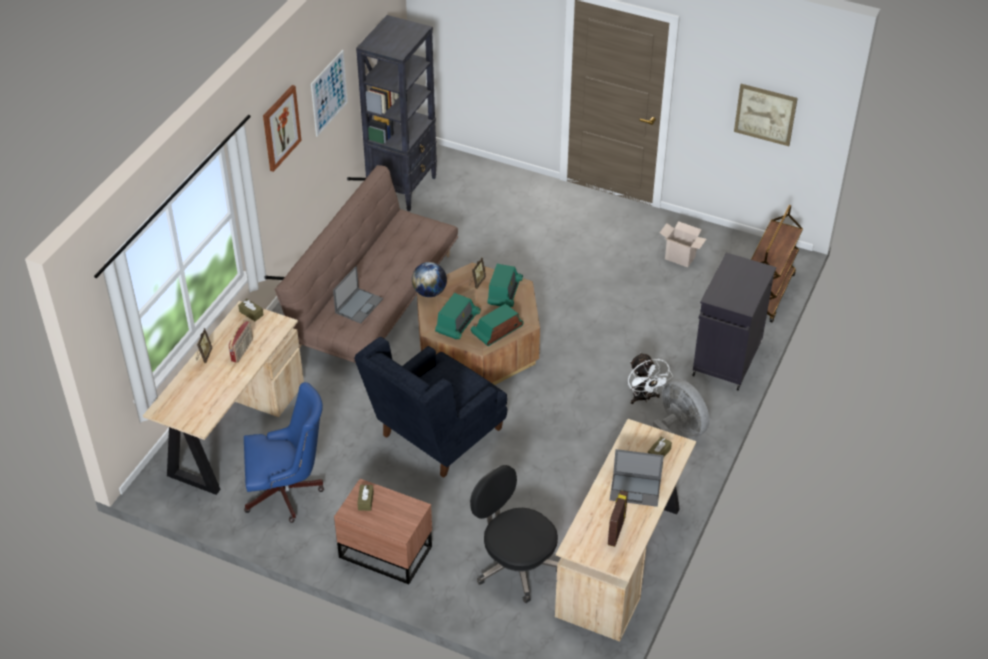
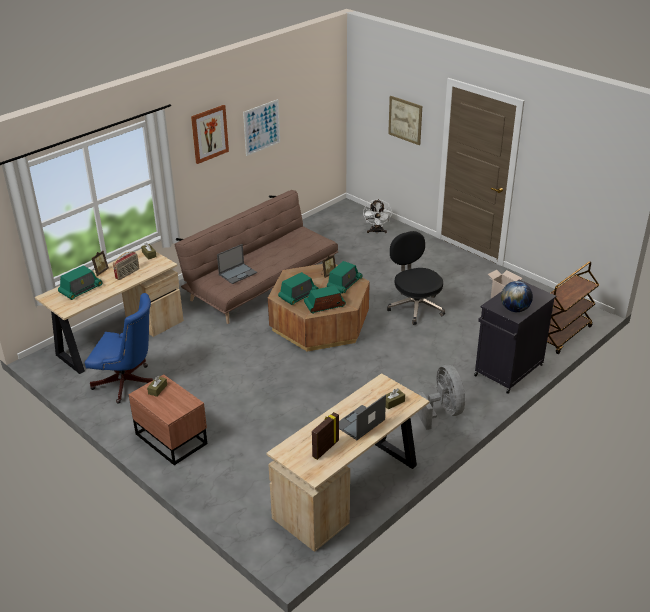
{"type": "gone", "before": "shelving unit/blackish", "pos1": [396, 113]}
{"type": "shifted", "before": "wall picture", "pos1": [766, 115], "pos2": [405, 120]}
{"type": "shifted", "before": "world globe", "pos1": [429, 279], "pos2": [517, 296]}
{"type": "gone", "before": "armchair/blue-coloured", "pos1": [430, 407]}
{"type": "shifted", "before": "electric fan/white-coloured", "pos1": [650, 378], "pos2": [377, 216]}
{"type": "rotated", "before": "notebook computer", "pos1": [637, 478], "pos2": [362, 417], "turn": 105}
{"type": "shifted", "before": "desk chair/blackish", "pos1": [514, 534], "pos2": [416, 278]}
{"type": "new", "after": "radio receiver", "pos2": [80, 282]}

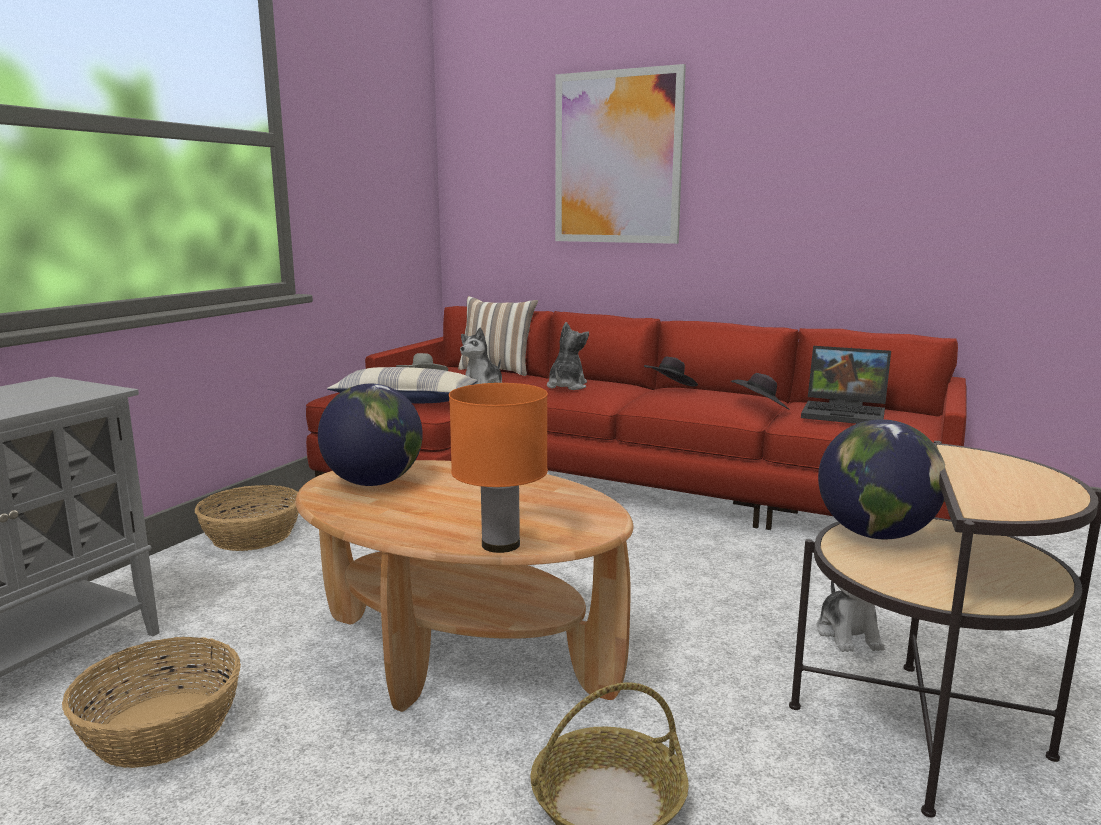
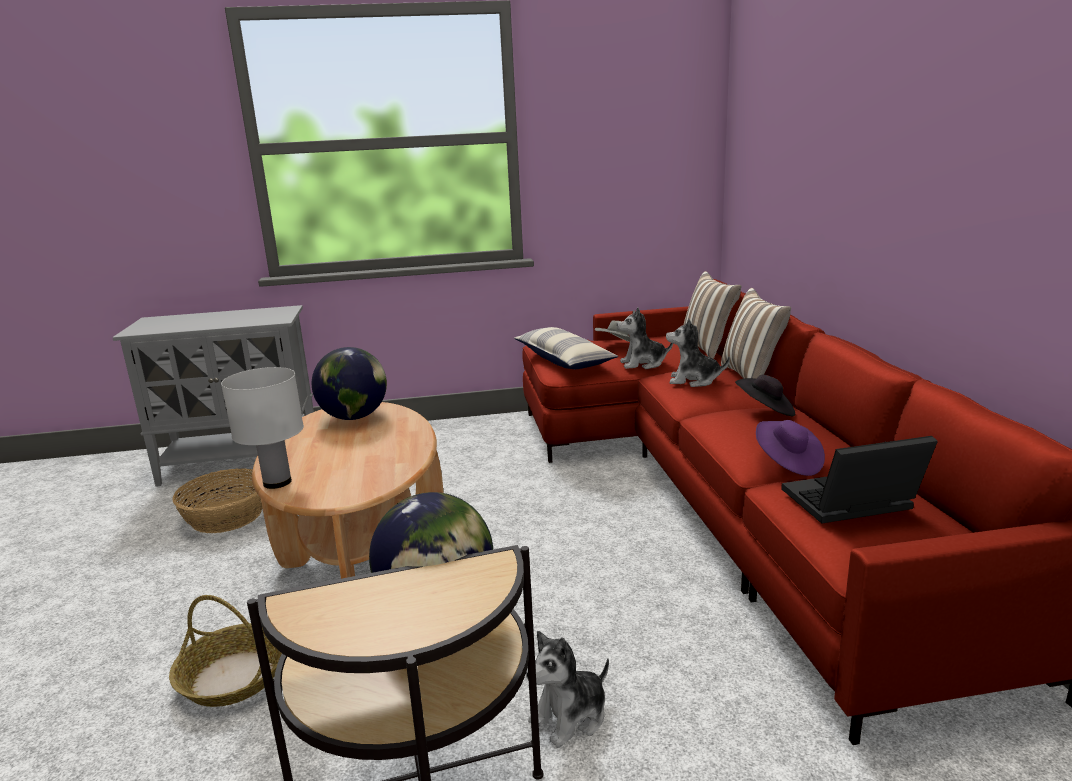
{"type": "gone", "before": "wall picture", "pos1": [620, 154]}
{"type": "rotated", "before": "soft toy", "pos1": [568, 356], "pos2": [698, 352], "turn": -150}
{"type": "rotated", "before": "notebook computer", "pos1": [846, 385], "pos2": [859, 480], "turn": 90}
{"type": "repainted", "before": "clothing hat/blackish", "after": "clothing hat/purple-coloured", "pos1": [760, 391], "pos2": [790, 448]}
{"type": "repainted", "before": "table lamp/orange-coloured", "after": "table lamp/white-coloured", "pos1": [498, 468], "pos2": [262, 428]}
{"type": "gone", "before": "storage basket", "pos1": [246, 518]}
{"type": "new", "after": "pillow", "pos2": [756, 333]}

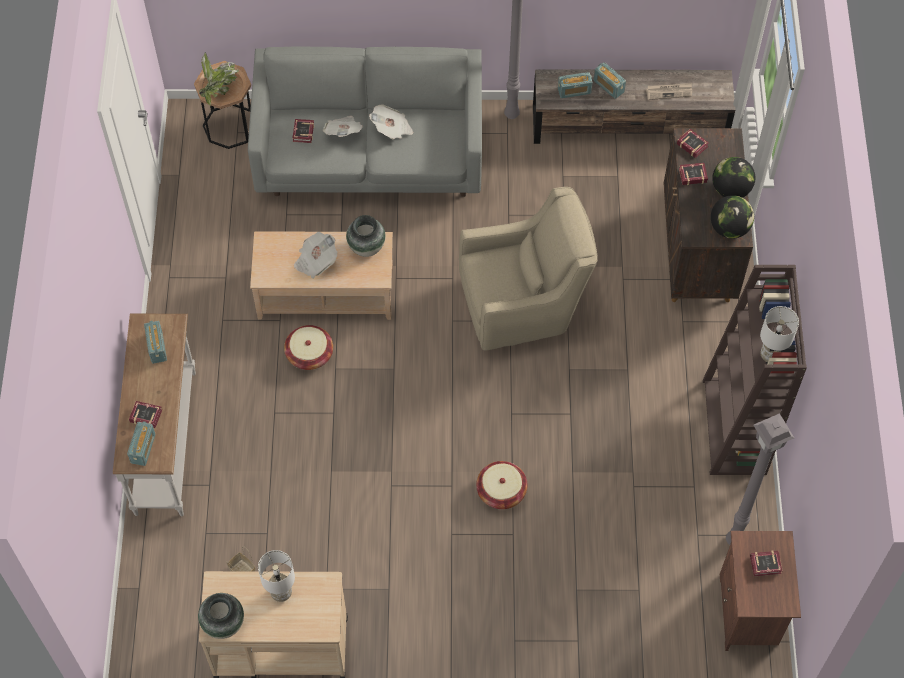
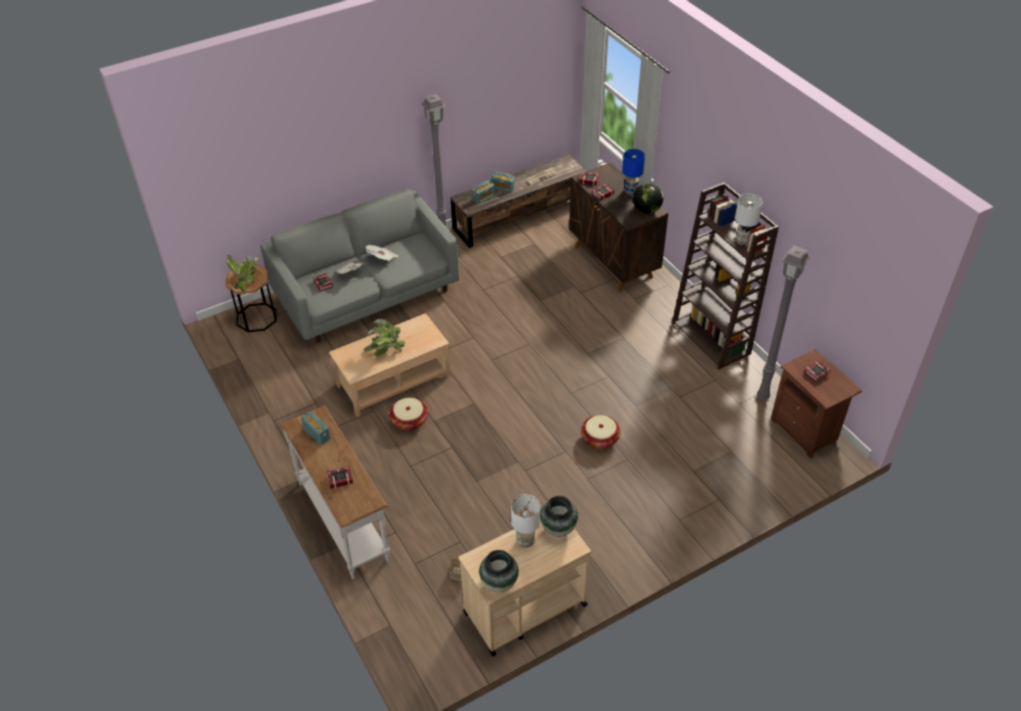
{"type": "swapped", "before": "world globe", "after": "table lamp/blue-coloured", "pos1": [733, 177], "pos2": [633, 172]}
{"type": "gone", "before": "armchair/beige", "pos1": [528, 269]}
{"type": "shifted", "before": "decorative vase", "pos1": [366, 236], "pos2": [559, 516]}
{"type": "swapped", "before": "newspaper", "after": "plant in a pot", "pos1": [315, 255], "pos2": [384, 337]}
{"type": "gone", "before": "radio receiver", "pos1": [141, 444]}

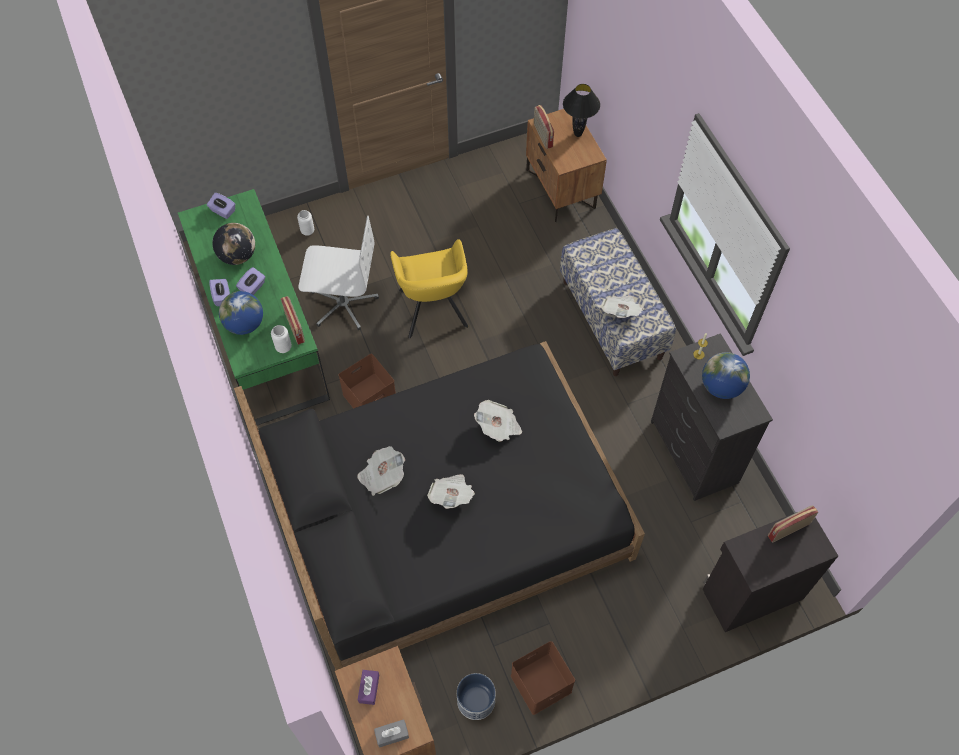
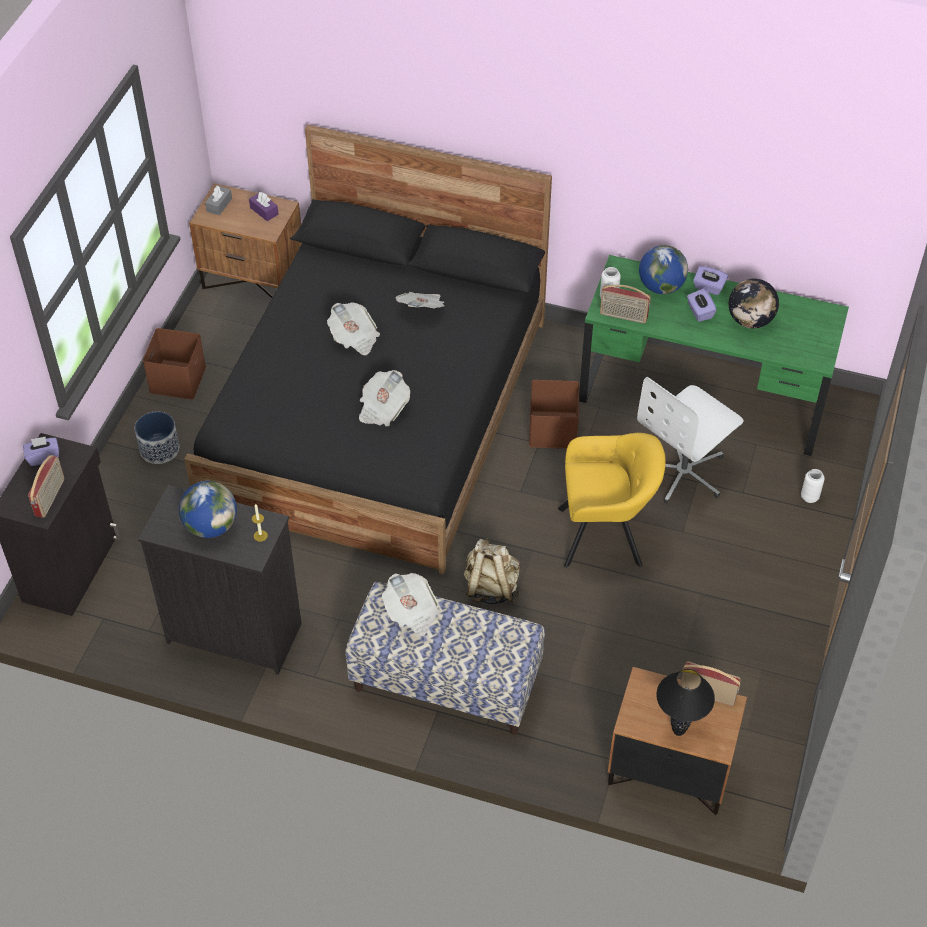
{"type": "shifted", "before": "tissue box/purple-coloured", "pos1": [221, 206], "pos2": [41, 451]}
{"type": "rotated", "before": "armchair/yellow-coloured", "pos1": [429, 288], "pos2": [612, 500], "turn": 150}
{"type": "shifted", "before": "plant pot", "pos1": [476, 696], "pos2": [157, 437]}
{"type": "new", "after": "backpack/beige", "pos2": [492, 571]}

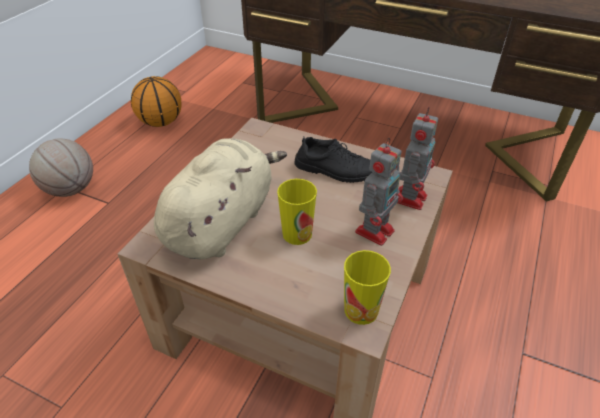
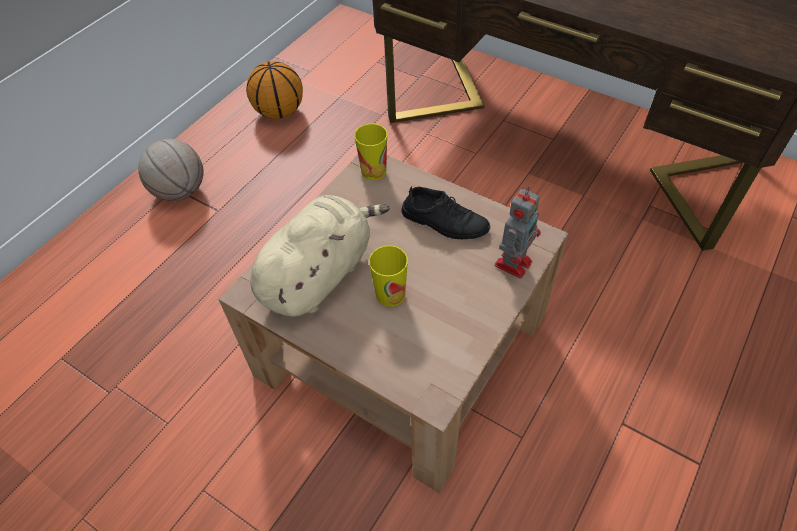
{"type": "gone", "before": "robot figure", "pos1": [379, 192]}
{"type": "shifted", "before": "cup", "pos1": [367, 287], "pos2": [370, 152]}

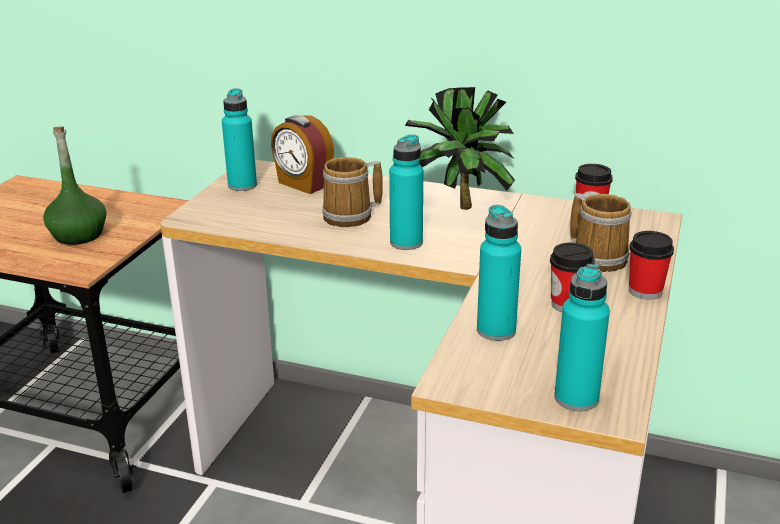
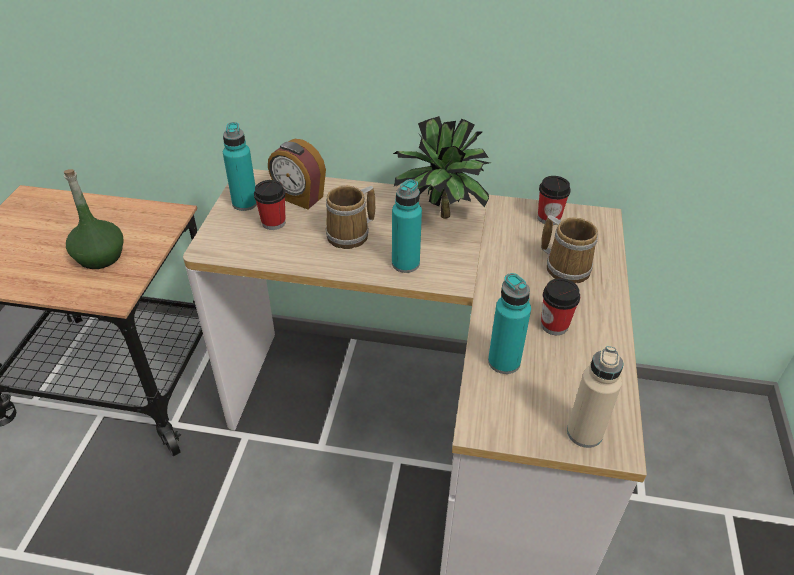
{"type": "shifted", "before": "cup", "pos1": [651, 265], "pos2": [270, 205]}
{"type": "repainted", "before": "beverage bottle/turquoise", "after": "beverage bottle/beige", "pos1": [582, 338], "pos2": [595, 397]}

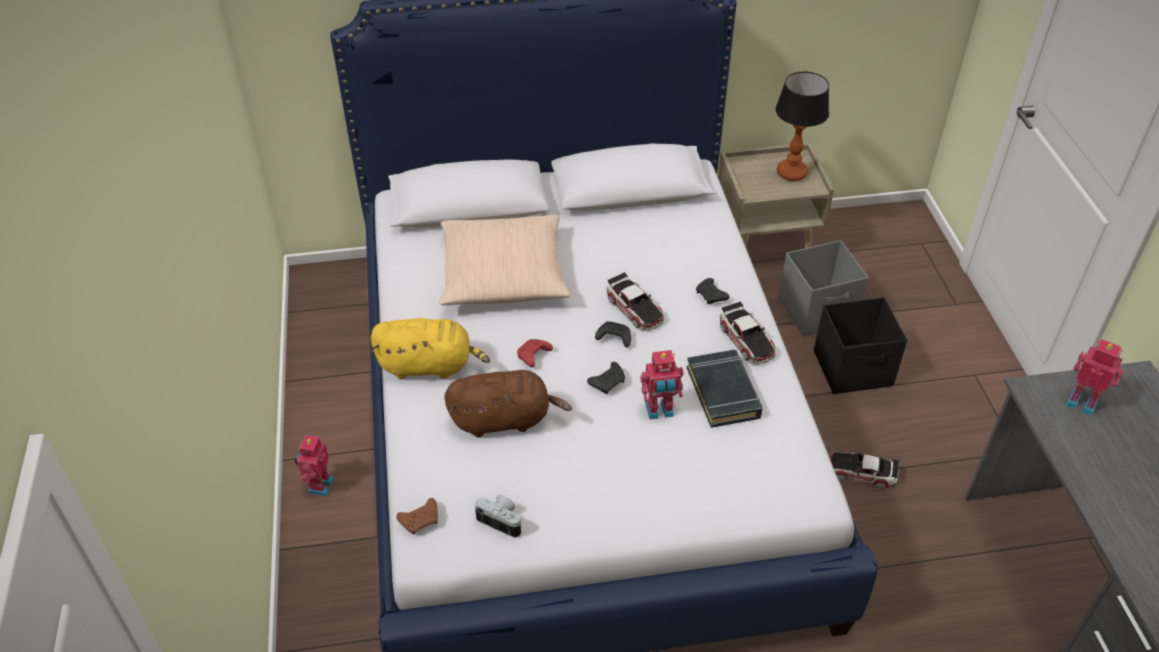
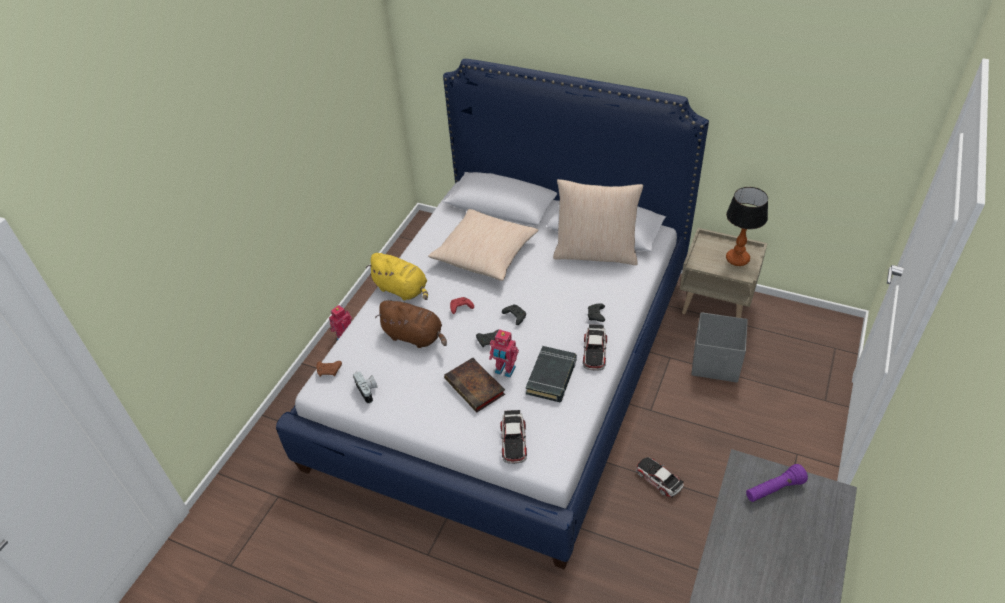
{"type": "shifted", "before": "miniature car", "pos1": [635, 301], "pos2": [513, 437]}
{"type": "gone", "before": "storage container/blackish", "pos1": [860, 345]}
{"type": "swapped", "before": "robot figure", "after": "hand torch/purple-coloured", "pos1": [1095, 377], "pos2": [777, 483]}
{"type": "new", "after": "pillow/beige", "pos2": [598, 222]}
{"type": "new", "after": "bound book", "pos2": [474, 385]}

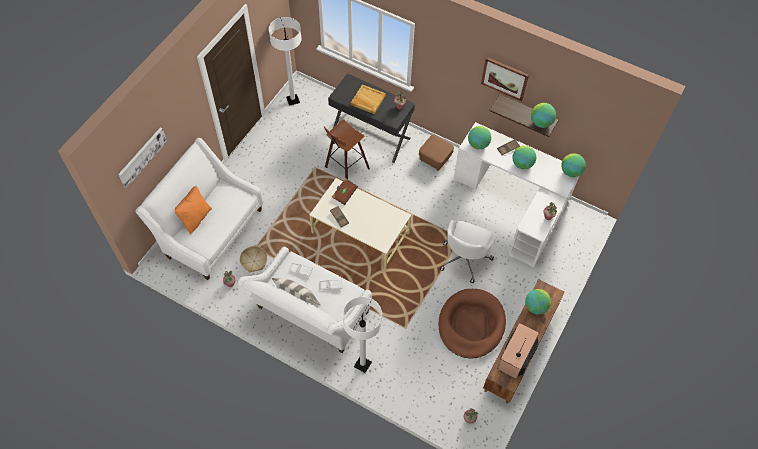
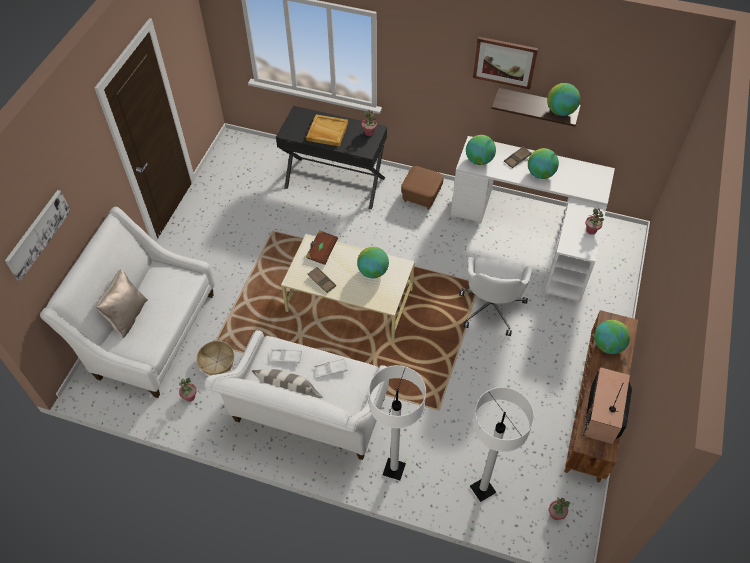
{"type": "shifted", "before": "standing lamp/white-coloured", "pos1": [285, 61], "pos2": [502, 444]}
{"type": "gone", "before": "sitting stool", "pos1": [347, 149]}
{"type": "shifted", "before": "world globe", "pos1": [573, 165], "pos2": [373, 262]}
{"type": "repainted", "before": "pillow/orange-coloured", "after": "pillow/beige", "pos1": [193, 210], "pos2": [122, 303]}
{"type": "gone", "before": "dog cushion/brownish", "pos1": [472, 324]}

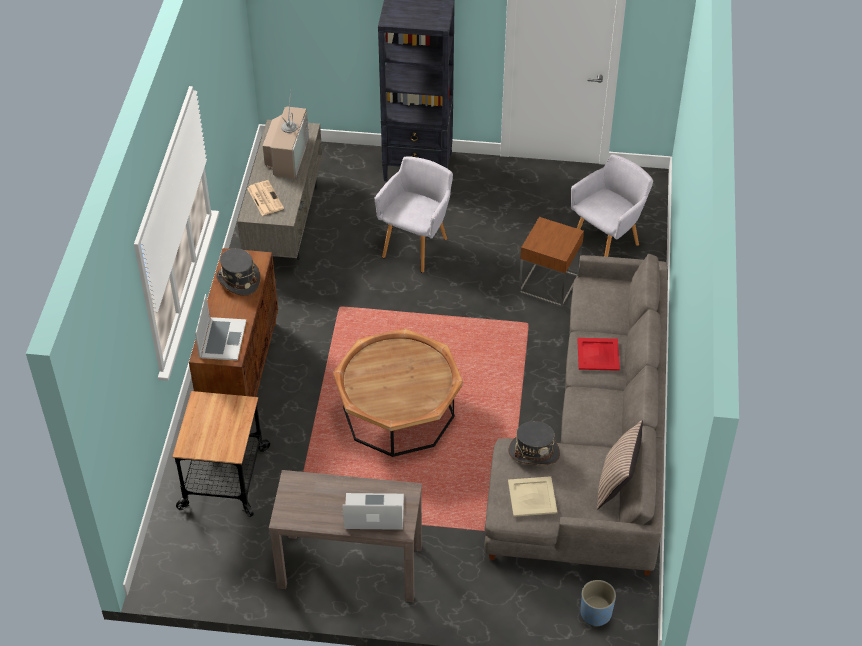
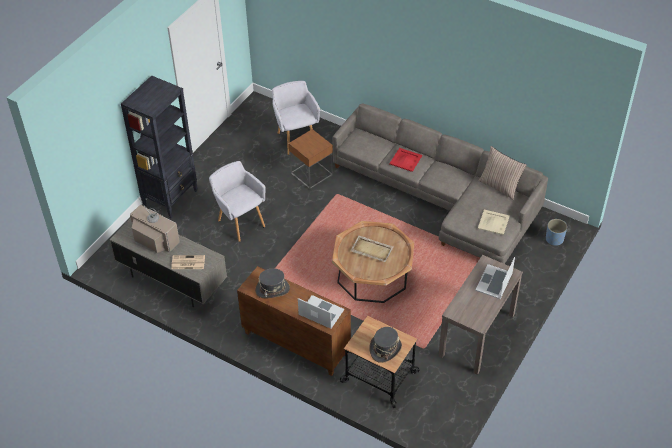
{"type": "shifted", "before": "clothing hat/grey", "pos1": [534, 443], "pos2": [385, 345]}
{"type": "new", "after": "serving tray/beige", "pos2": [372, 248]}

